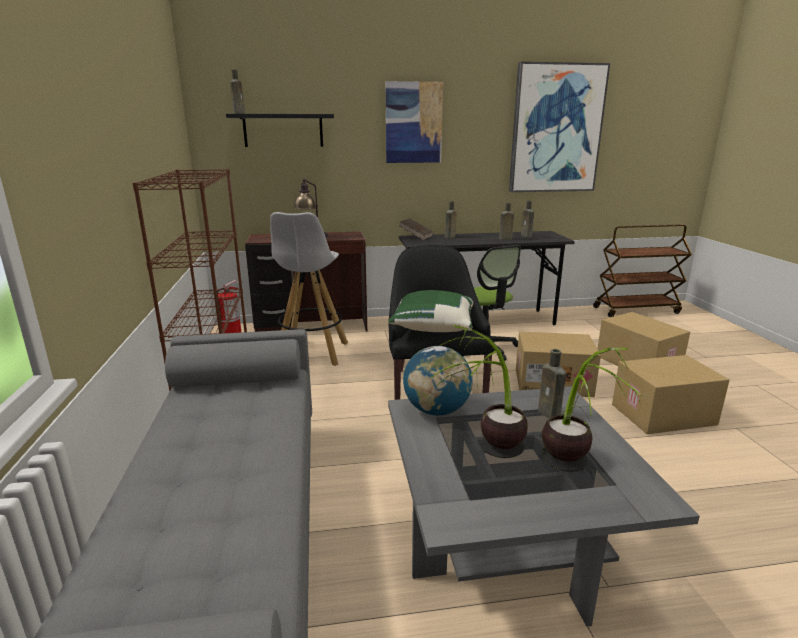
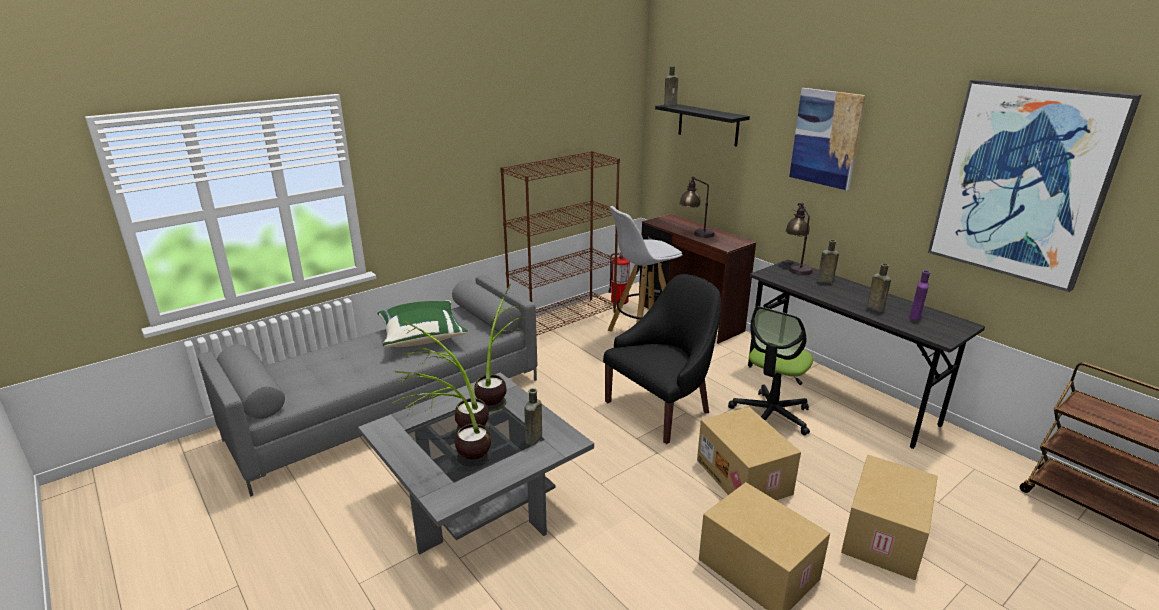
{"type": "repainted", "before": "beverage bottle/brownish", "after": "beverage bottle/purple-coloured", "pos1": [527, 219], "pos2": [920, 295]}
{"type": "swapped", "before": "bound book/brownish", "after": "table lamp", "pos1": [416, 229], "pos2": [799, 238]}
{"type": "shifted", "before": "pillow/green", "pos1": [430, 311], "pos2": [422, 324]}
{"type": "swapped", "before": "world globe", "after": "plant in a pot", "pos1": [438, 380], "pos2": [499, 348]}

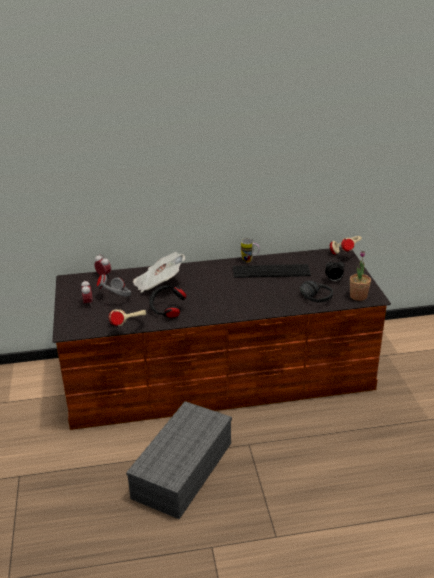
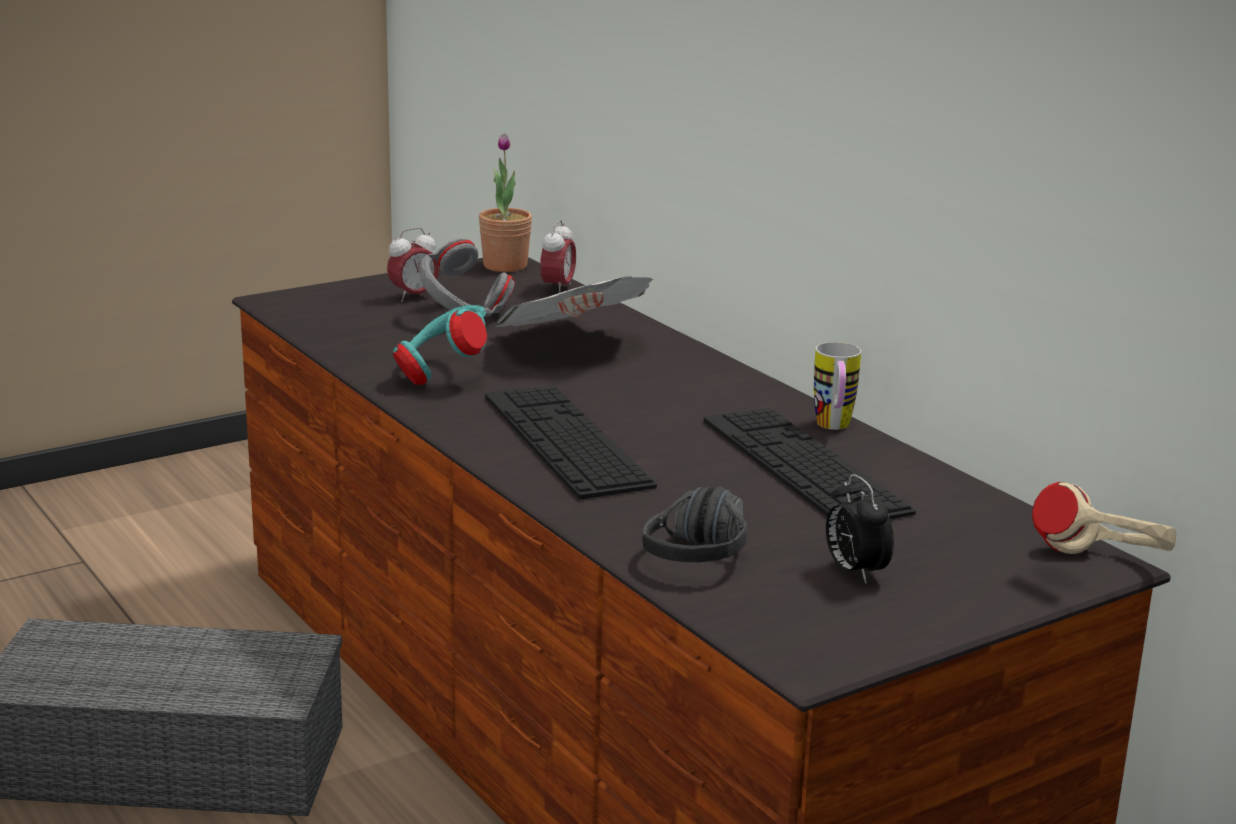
{"type": "shifted", "before": "plant in a pot", "pos1": [360, 276], "pos2": [505, 203]}
{"type": "repainted", "before": "headset/blackish", "after": "headset/turquoise", "pos1": [167, 301], "pos2": [440, 345]}
{"type": "gone", "before": "headset/beige", "pos1": [127, 317]}
{"type": "new", "after": "keyboard", "pos2": [571, 443]}

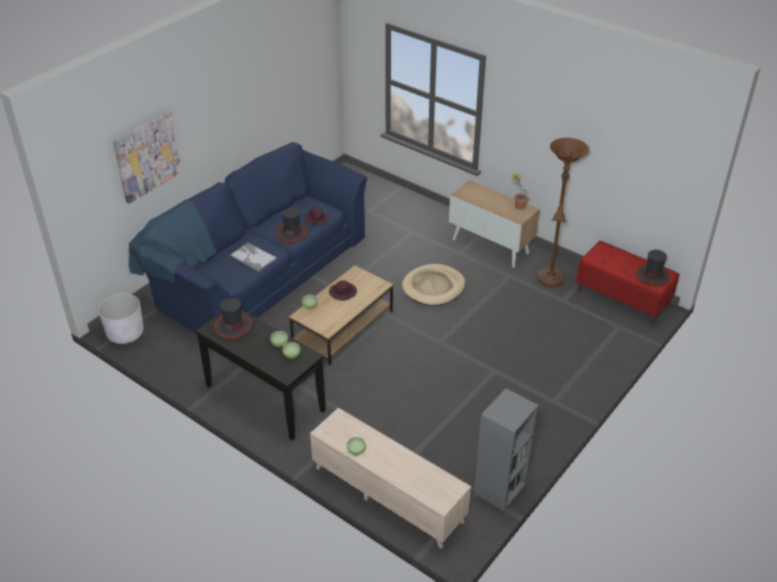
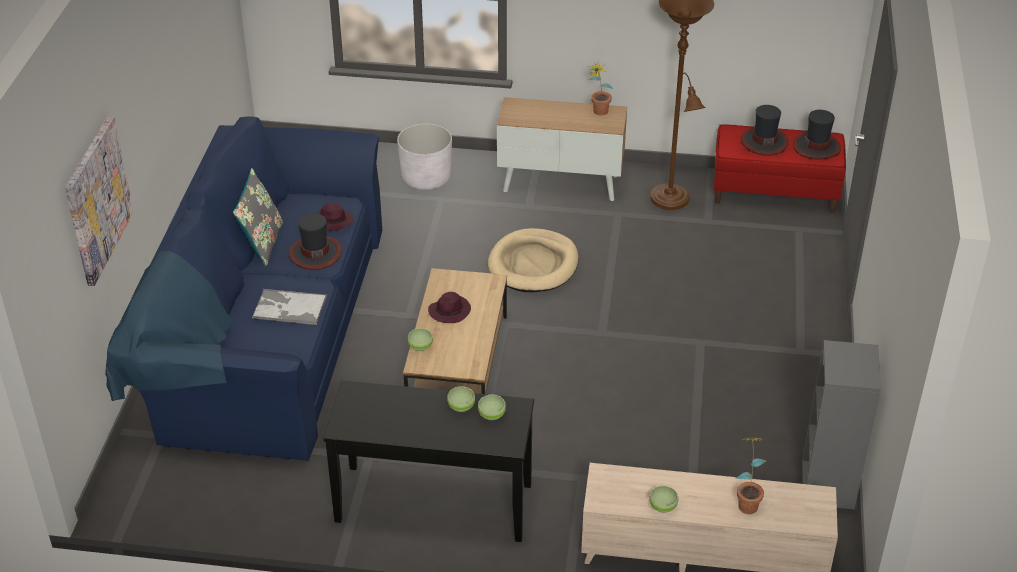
{"type": "shifted", "before": "plant pot/white-coloured", "pos1": [121, 318], "pos2": [424, 156]}
{"type": "shifted", "before": "clothing hat", "pos1": [233, 318], "pos2": [765, 130]}
{"type": "new", "after": "pillow/grey", "pos2": [258, 217]}
{"type": "new", "after": "plant in a pot", "pos2": [751, 475]}

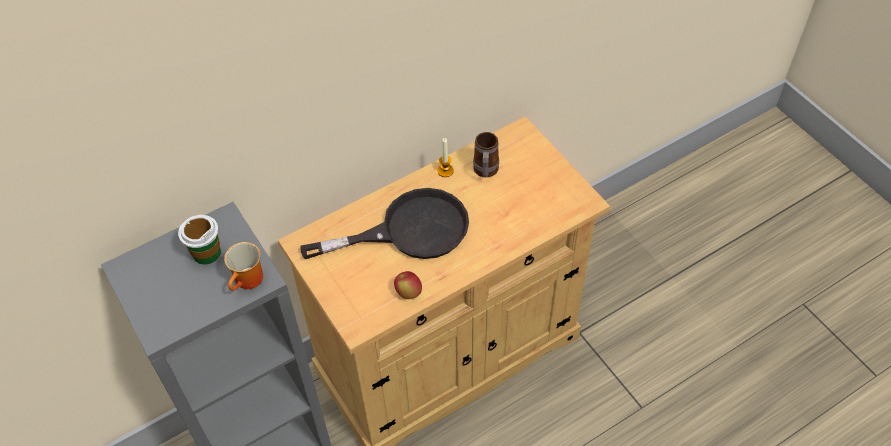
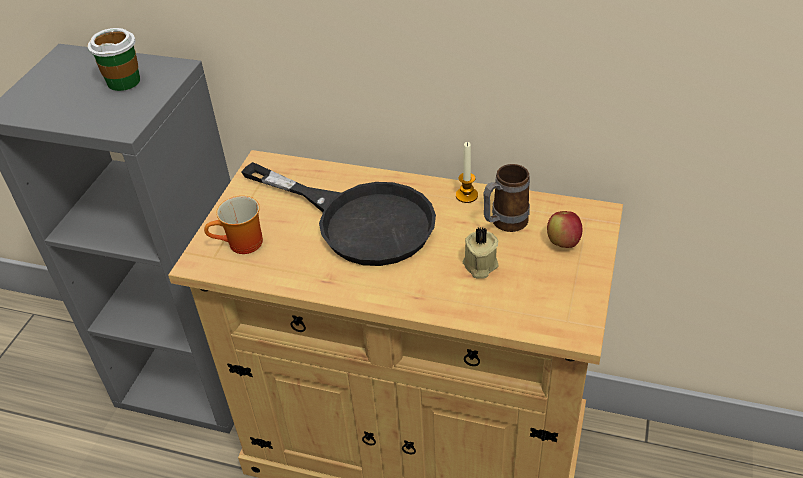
{"type": "shifted", "before": "tea mug", "pos1": [243, 266], "pos2": [233, 225]}
{"type": "shifted", "before": "apple", "pos1": [408, 285], "pos2": [564, 229]}
{"type": "new", "after": "candle/beige", "pos2": [480, 253]}

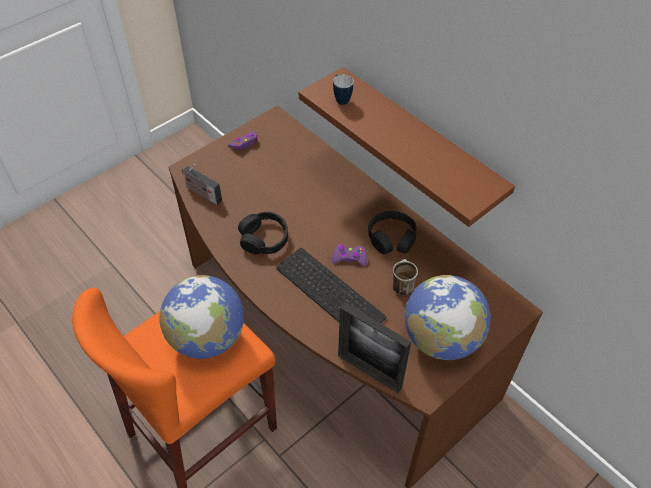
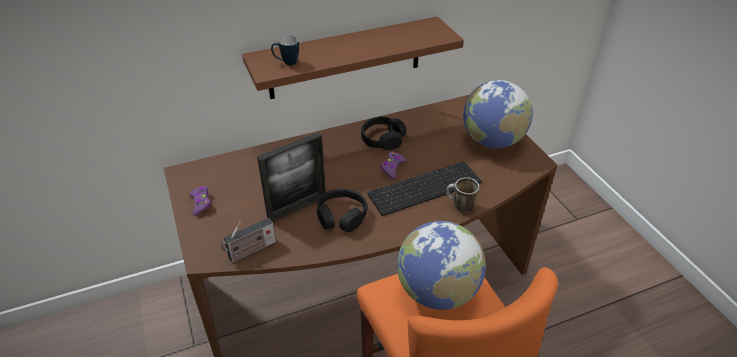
{"type": "shifted", "before": "tea mug", "pos1": [405, 277], "pos2": [462, 195]}
{"type": "shifted", "before": "standing frame", "pos1": [374, 347], "pos2": [291, 177]}

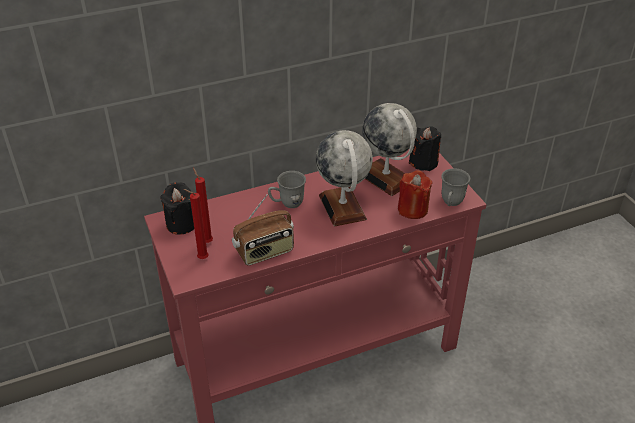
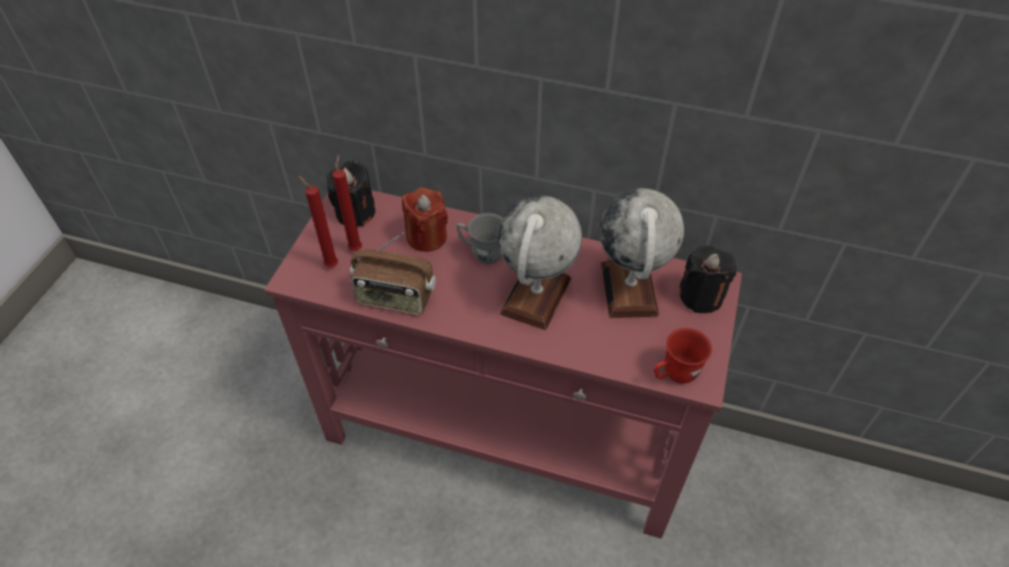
{"type": "repainted", "before": "tea mug/grey", "after": "tea mug/red", "pos1": [455, 187], "pos2": [683, 356]}
{"type": "shifted", "before": "candle/red", "pos1": [415, 194], "pos2": [425, 219]}

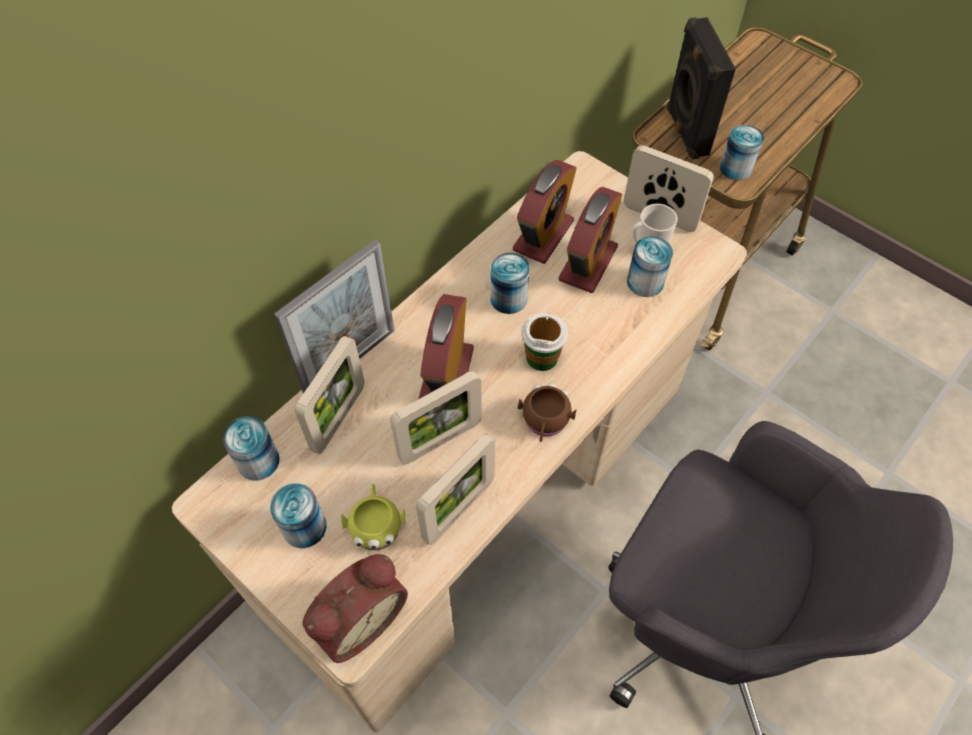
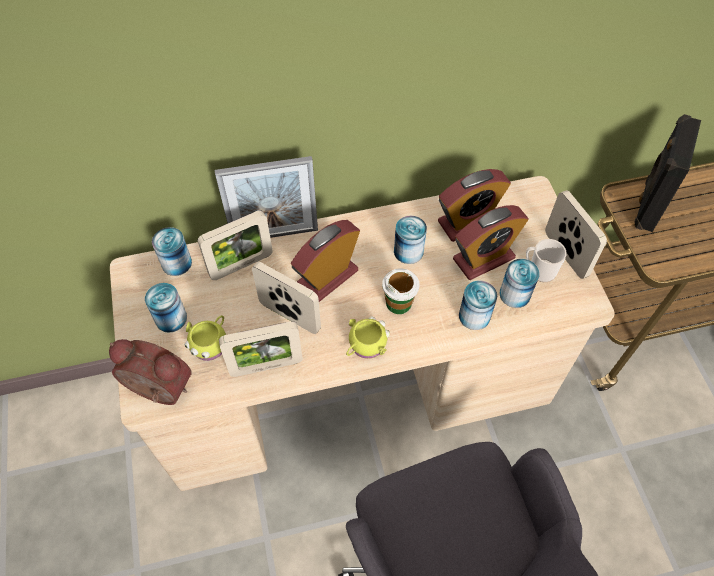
{"type": "shifted", "before": "metal can", "pos1": [742, 153], "pos2": [478, 305]}
{"type": "rotated", "before": "standing frame", "pos1": [436, 418], "pos2": [286, 298], "turn": -150}
{"type": "repainted", "before": "tea mug/brownish", "after": "tea mug/yellow-coloured", "pos1": [547, 412], "pos2": [368, 338]}
{"type": "rotated", "before": "alarm clock", "pos1": [355, 608], "pos2": [150, 372], "turn": -150}

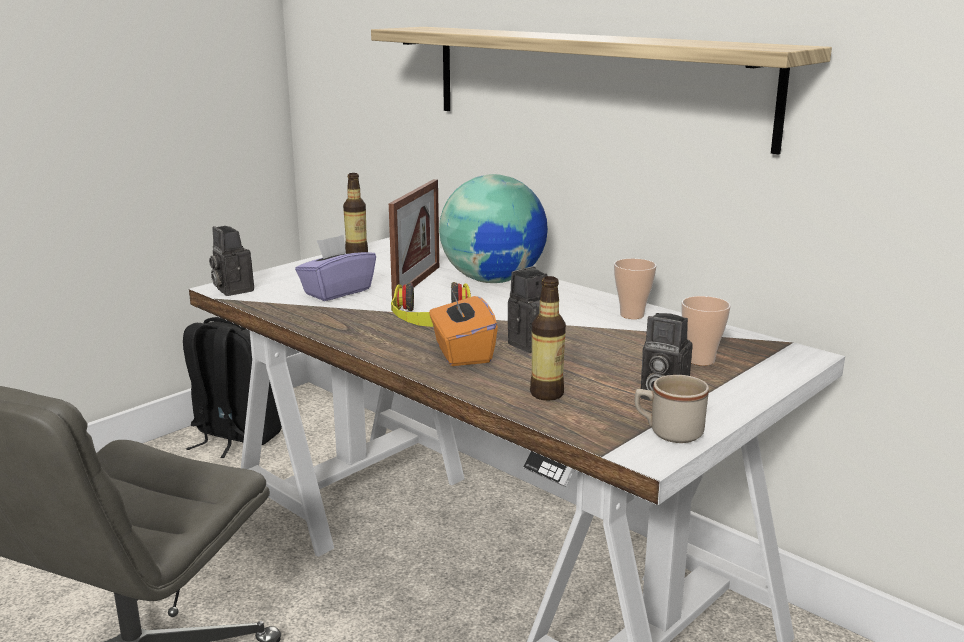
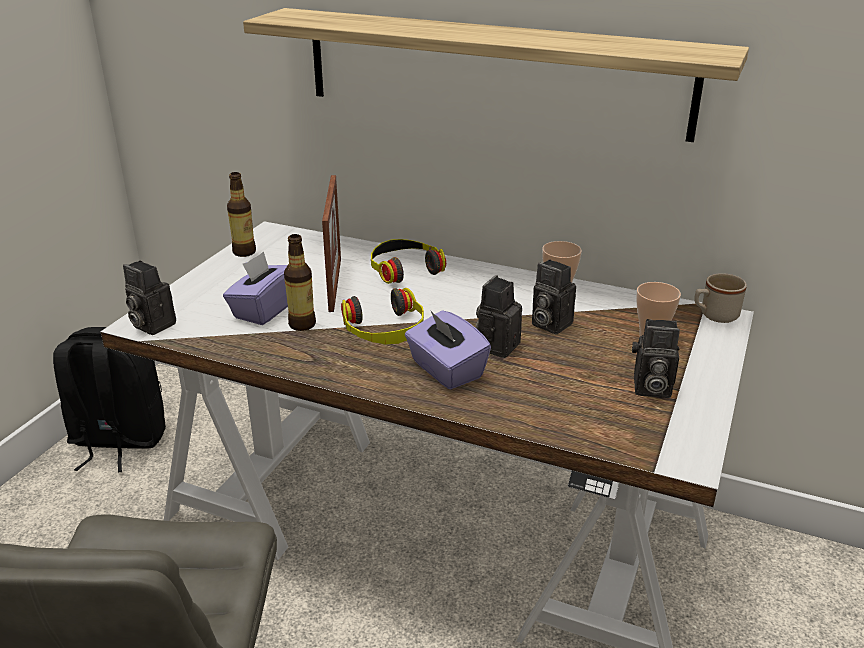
{"type": "swapped", "before": "world globe", "after": "headset", "pos1": [493, 228], "pos2": [408, 261]}
{"type": "shifted", "before": "beverage bottle", "pos1": [548, 338], "pos2": [300, 282]}
{"type": "repainted", "before": "tissue box/orange-coloured", "after": "tissue box/purple-coloured", "pos1": [463, 327], "pos2": [448, 350]}
{"type": "shifted", "before": "tea mug/beige", "pos1": [672, 409], "pos2": [720, 298]}
{"type": "new", "after": "photo camera", "pos2": [554, 297]}

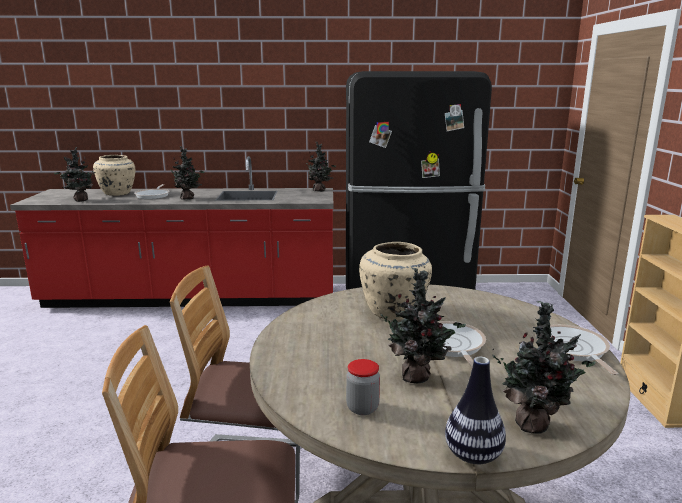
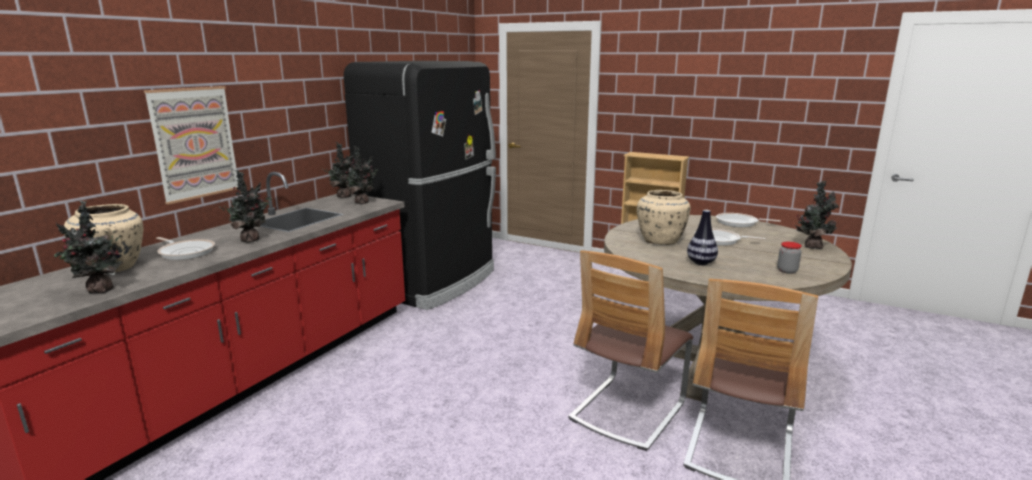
{"type": "shifted", "before": "plant in a pot", "pos1": [421, 325], "pos2": [359, 175]}
{"type": "shifted", "before": "decorative vase", "pos1": [475, 410], "pos2": [702, 237]}
{"type": "new", "after": "wall picture", "pos2": [191, 145]}

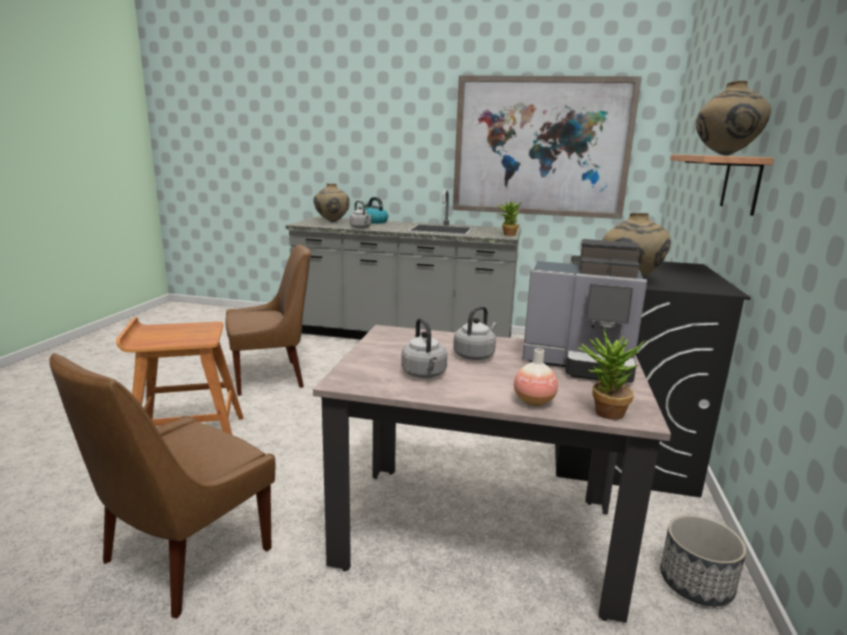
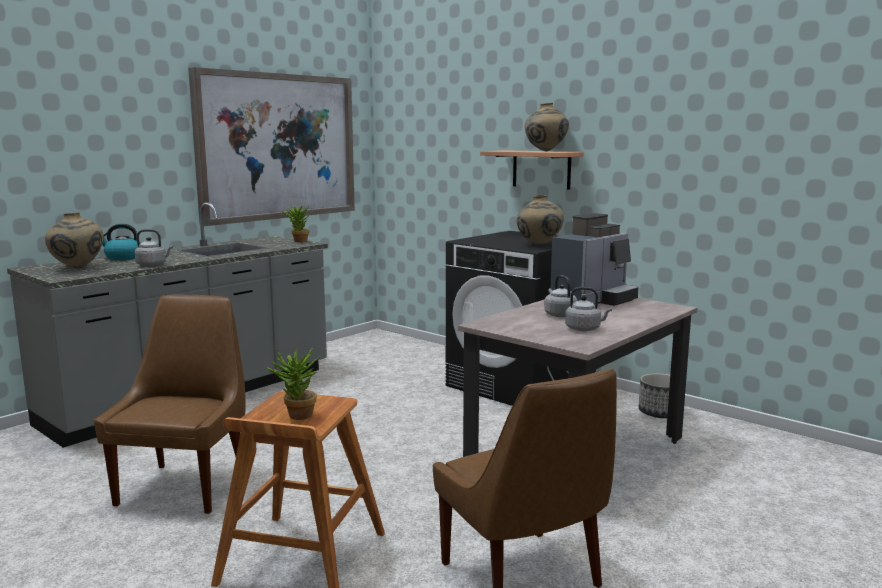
{"type": "shifted", "before": "plant in a pot", "pos1": [611, 374], "pos2": [294, 384]}
{"type": "gone", "before": "decorative vase", "pos1": [536, 377]}

